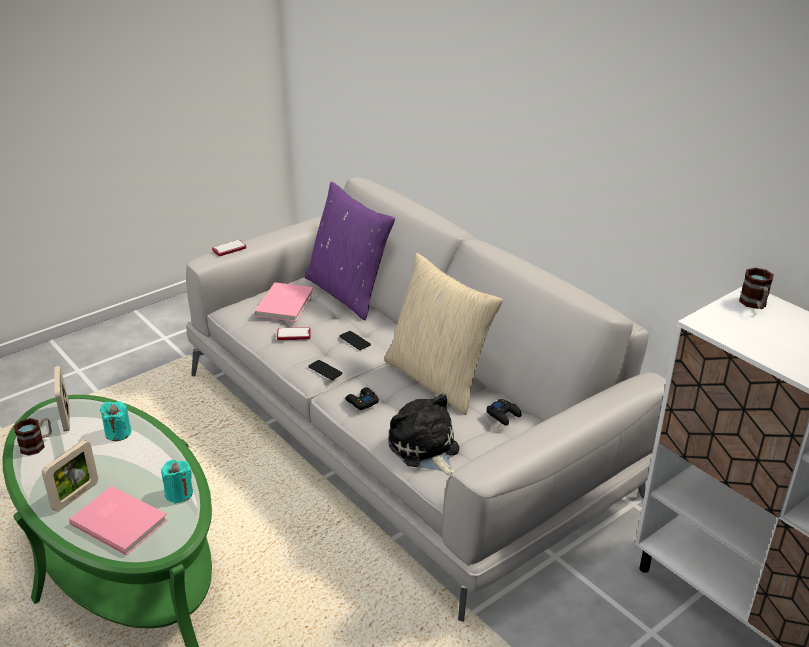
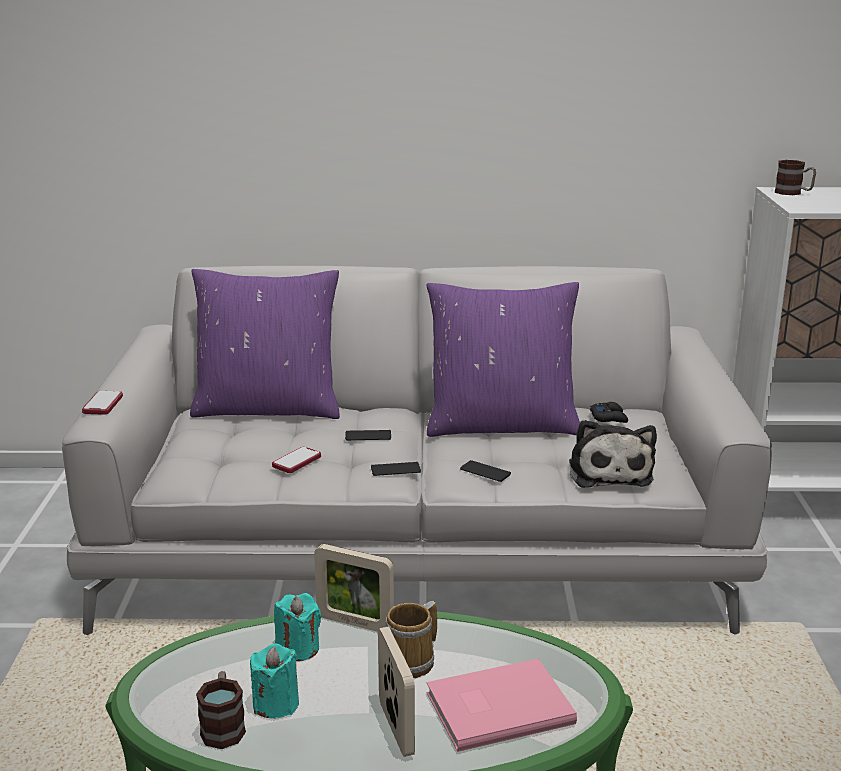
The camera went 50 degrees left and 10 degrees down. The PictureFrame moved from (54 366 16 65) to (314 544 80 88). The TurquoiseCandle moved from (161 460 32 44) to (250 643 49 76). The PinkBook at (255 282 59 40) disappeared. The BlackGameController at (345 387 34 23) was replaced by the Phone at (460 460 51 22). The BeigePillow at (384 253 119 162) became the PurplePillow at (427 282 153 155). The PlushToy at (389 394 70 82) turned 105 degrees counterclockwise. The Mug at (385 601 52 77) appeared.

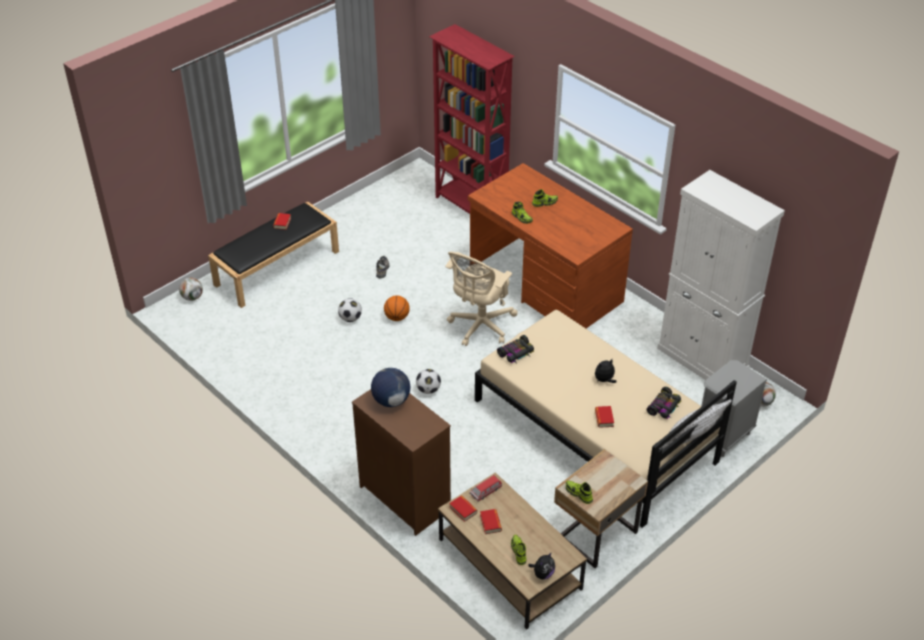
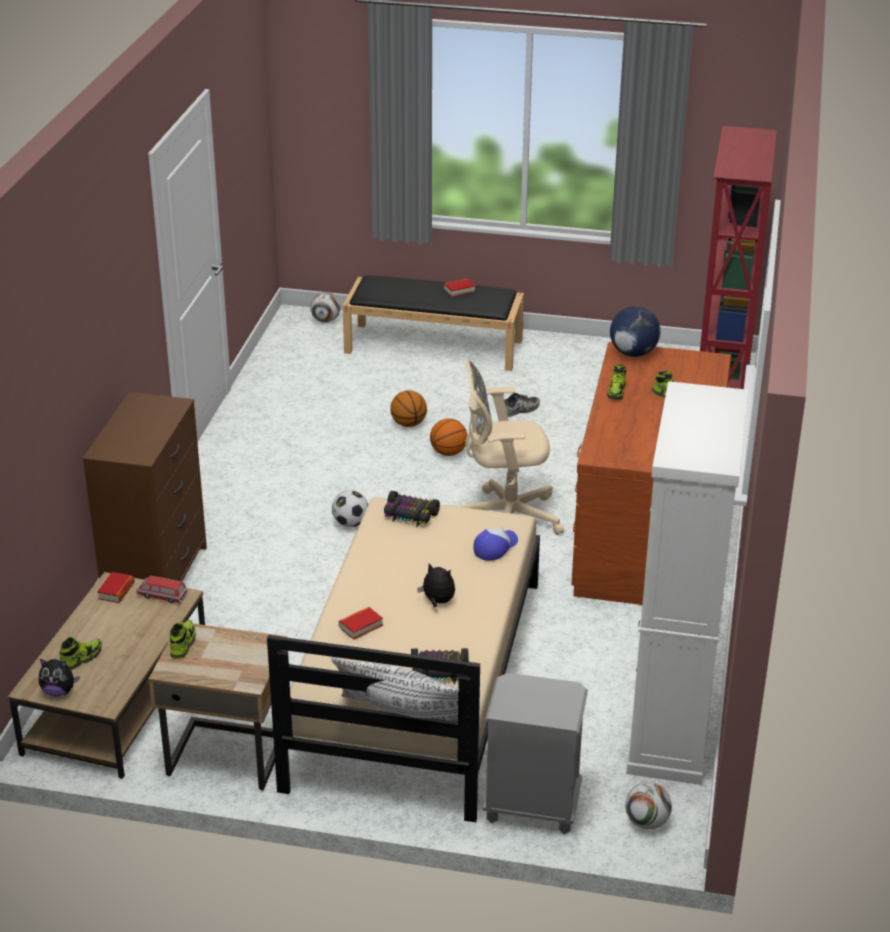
The camera went 55 degrees right and 10 degrees down. The Football at (338 298 24 24) was replaced by the Basketball at (390 390 37 37). The Globe moved from (371 368 39 39) to (610 306 50 51). The Book at (480 509 22 25) disappeared. The Cap at (473 527 45 34) appeared.

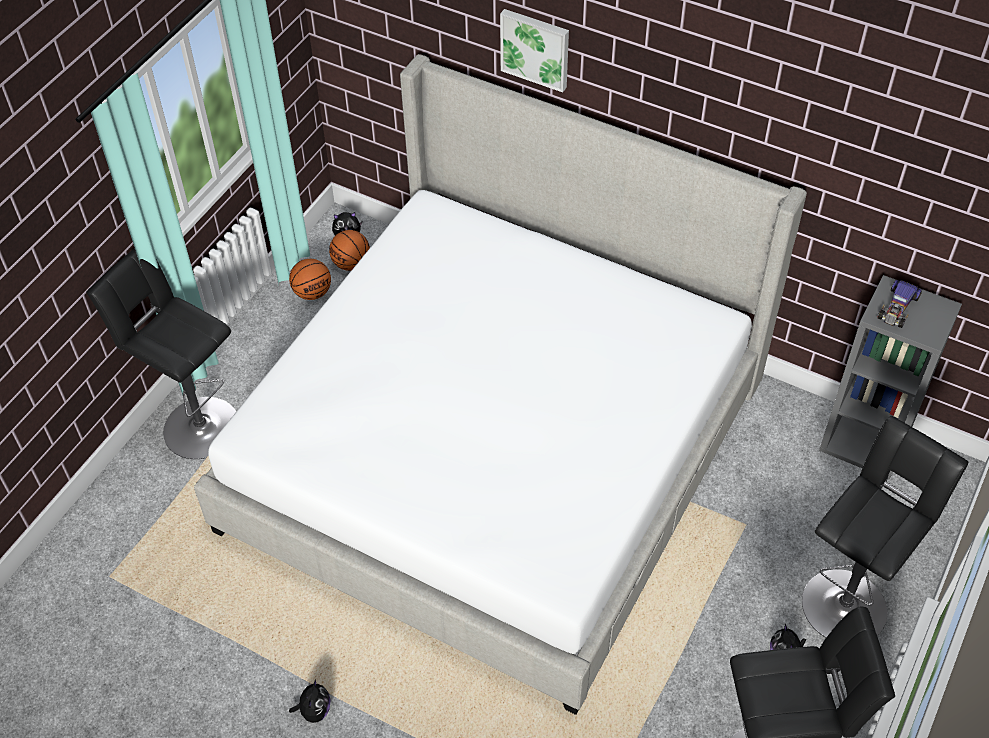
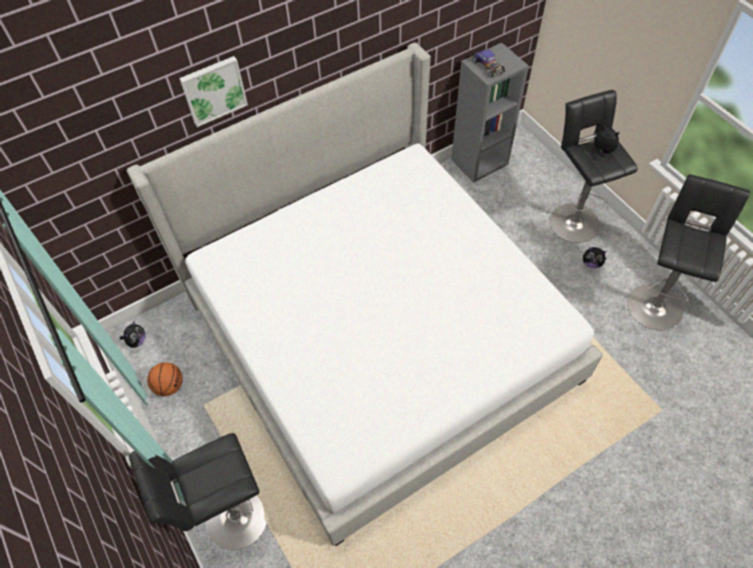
The camera went 60 degrees left and 5 degrees up. The PlushToy moved from (289 679 42 44) to (590 124 30 33). The Basketball at (329 230 41 41) disappeared.

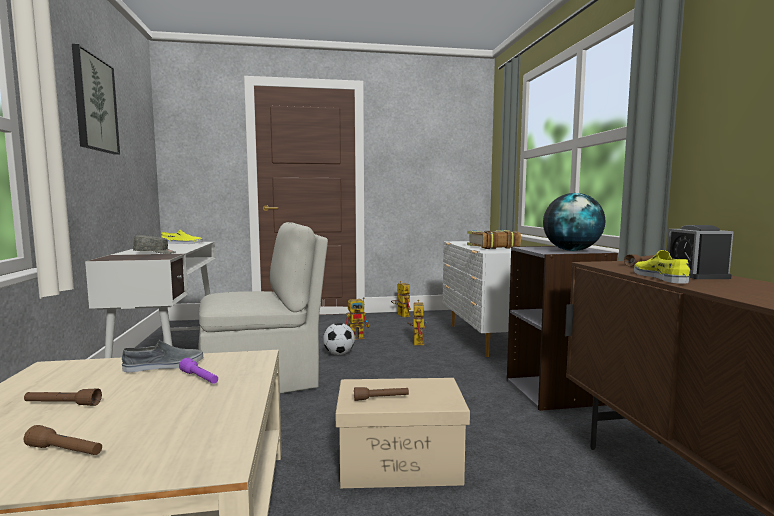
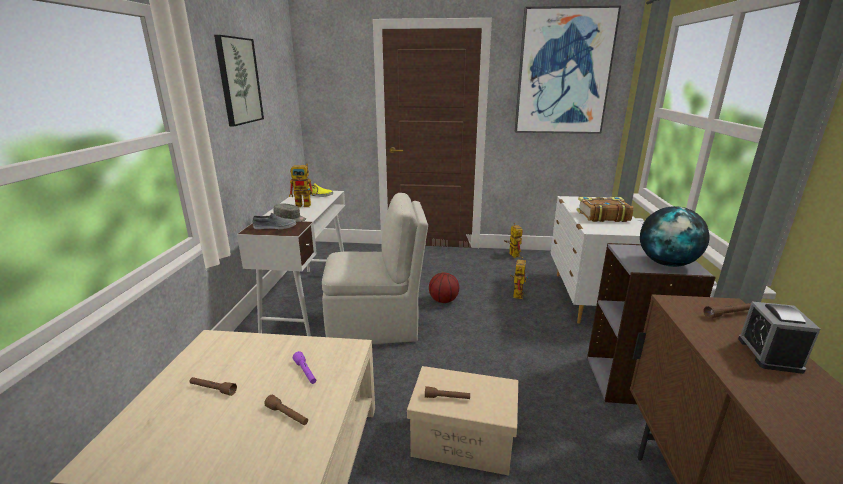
The camera went 15 degrees right and 15 degrees up. The BrownFlashlight moved from (24 425 78 30) to (264 395 44 30). The GreyShoe moved from (122 340 81 32) to (253 212 43 17). The Football at (323 323 32 32) was replaced by the Basketball at (429 272 30 31). The ToyRobot moved from (346 297 24 43) to (289 164 29 43). The YellowShoe at (634 250 56 34) disappeared. The Picture at (515 6 106 128) appeared.

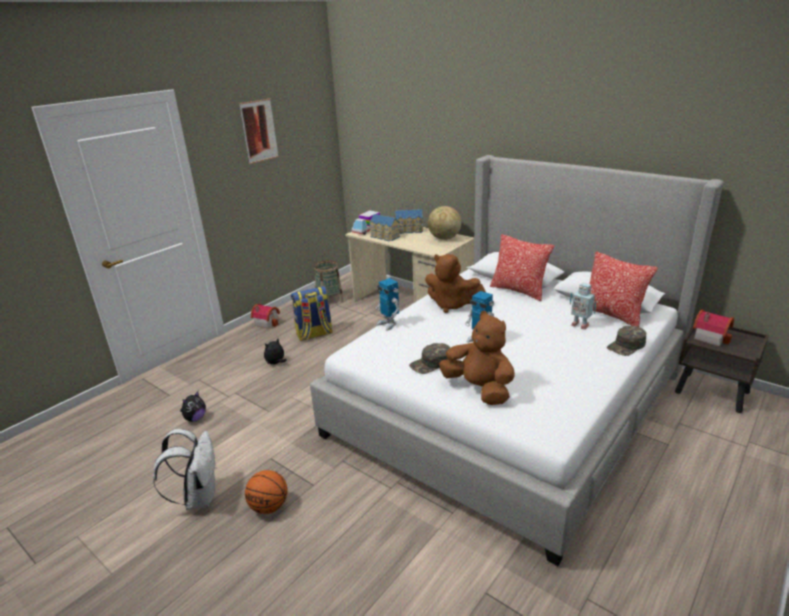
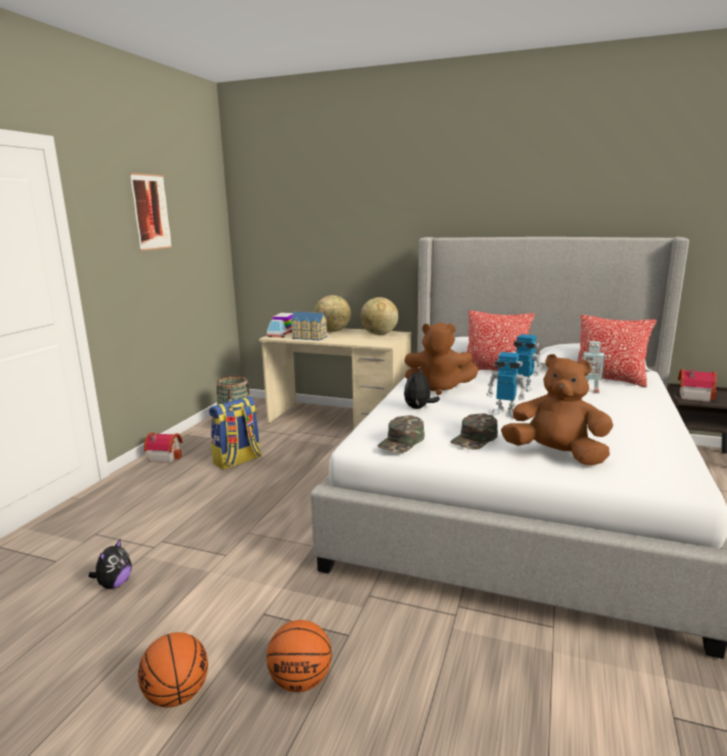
The camera went 20 degrees left and 10 degrees down. The WhiteBackpack at (153 429 64 81) was replaced by the Basketball at (138 632 70 75). The PlushToy moved from (264 339 23 25) to (404 368 36 41). The ToyRobot moved from (376 278 24 53) to (512 334 30 58). The ToyHouse at (395 209 28 25) was replaced by the Globe at (314 295 37 37). The GreenCap moved from (607 326 39 30) to (378 415 47 38).

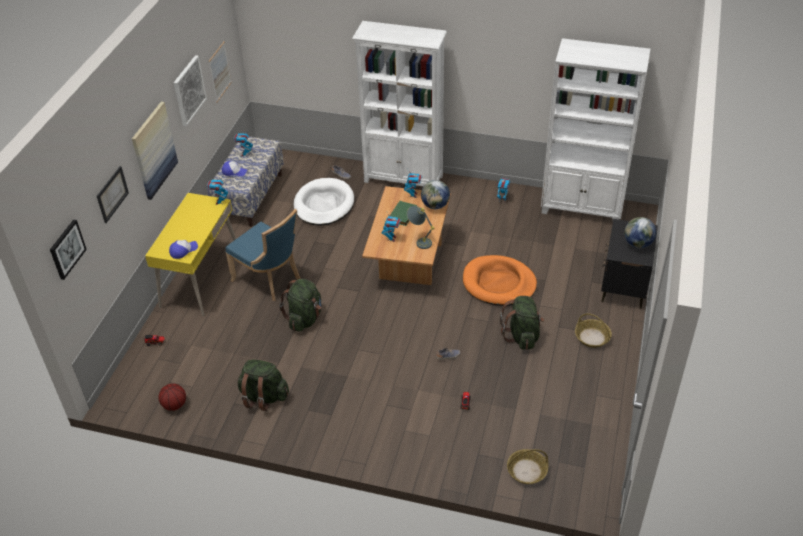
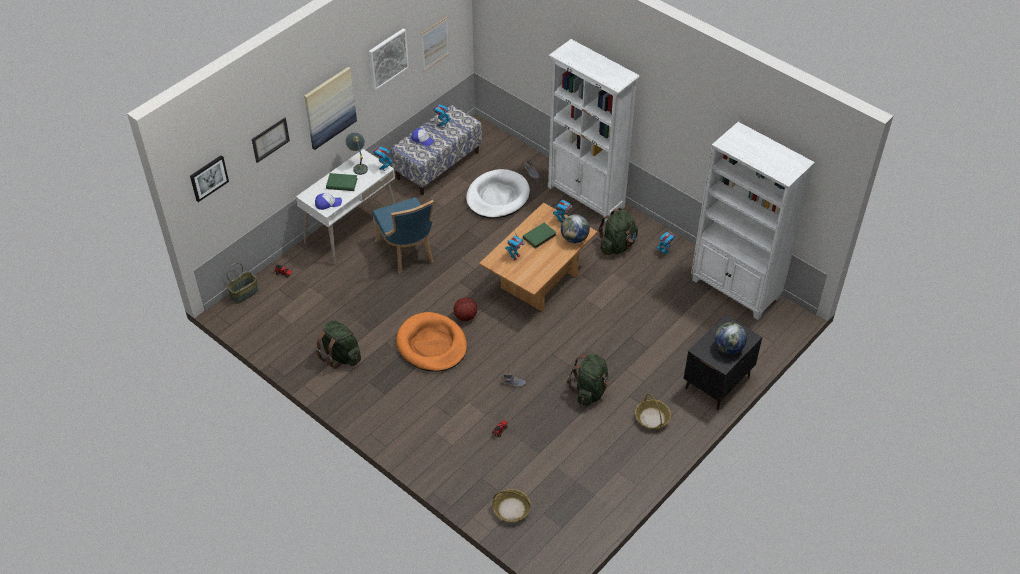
The camera went 25 degrees right and 5 degrees up. The YellowDesk at (145 193 91 123) became the WhiteDesk at (296 149 99 116). The Basketball moved from (159 383 27 28) to (454 298 23 23). The GreenBackpack moved from (279 279 43 53) to (598 209 40 46). The GreyTableLamp moved from (407 206 27 43) to (345 132 23 43). The OrangeDogBed moved from (463 255 74 51) to (396 312 71 60). The Basket at (226 263 33 41) appeared. The GreenBook at (326 173 32 18) appeared.

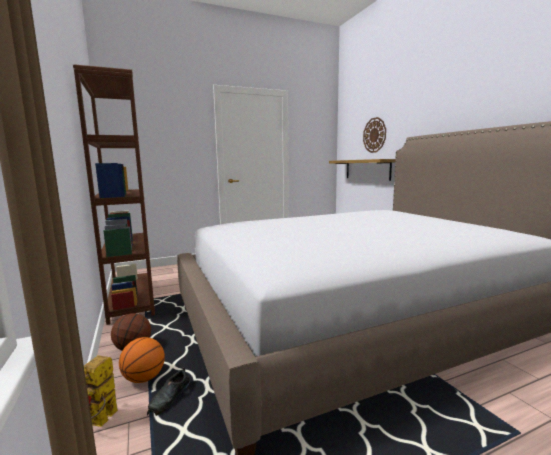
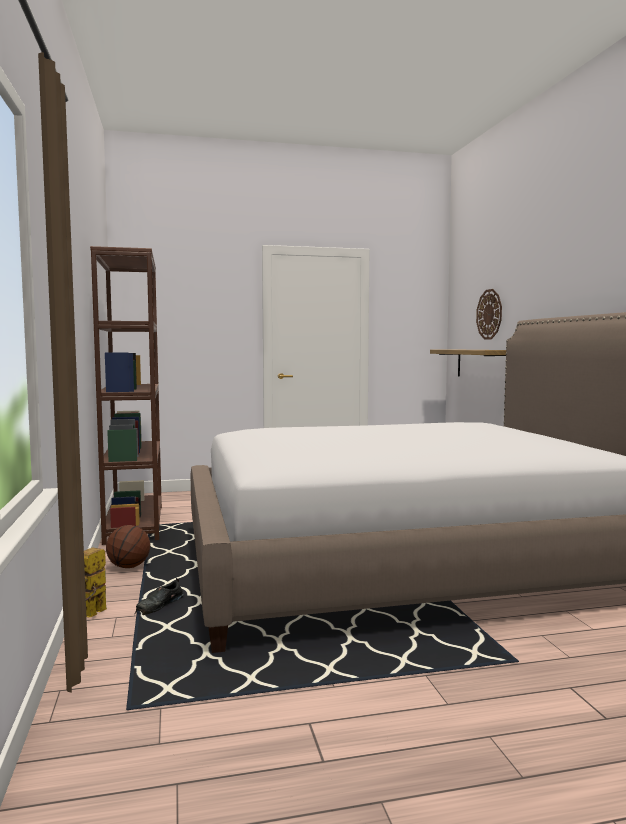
The camera went 10 degrees right and 5 degrees down. The Basketball at (119 337 46 46) disappeared.

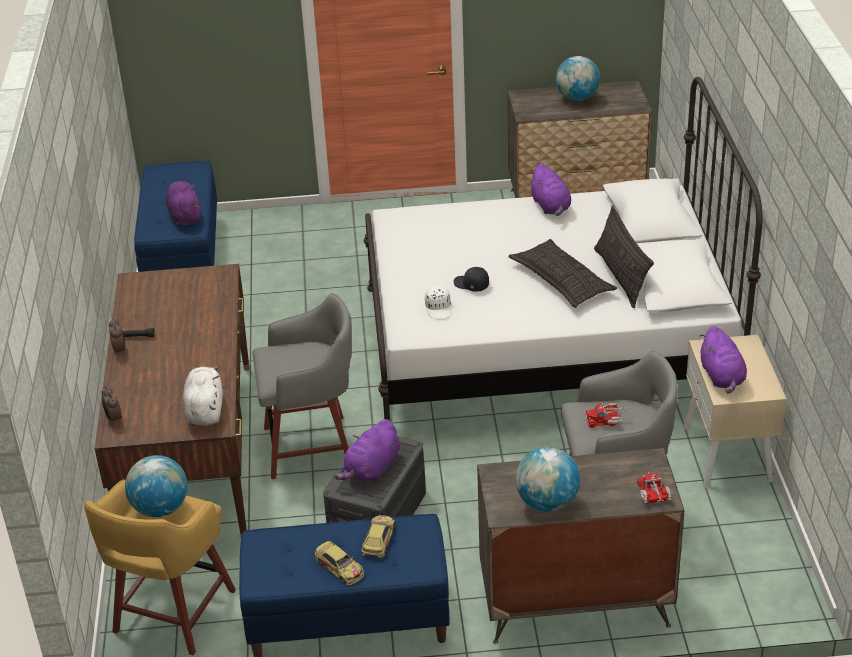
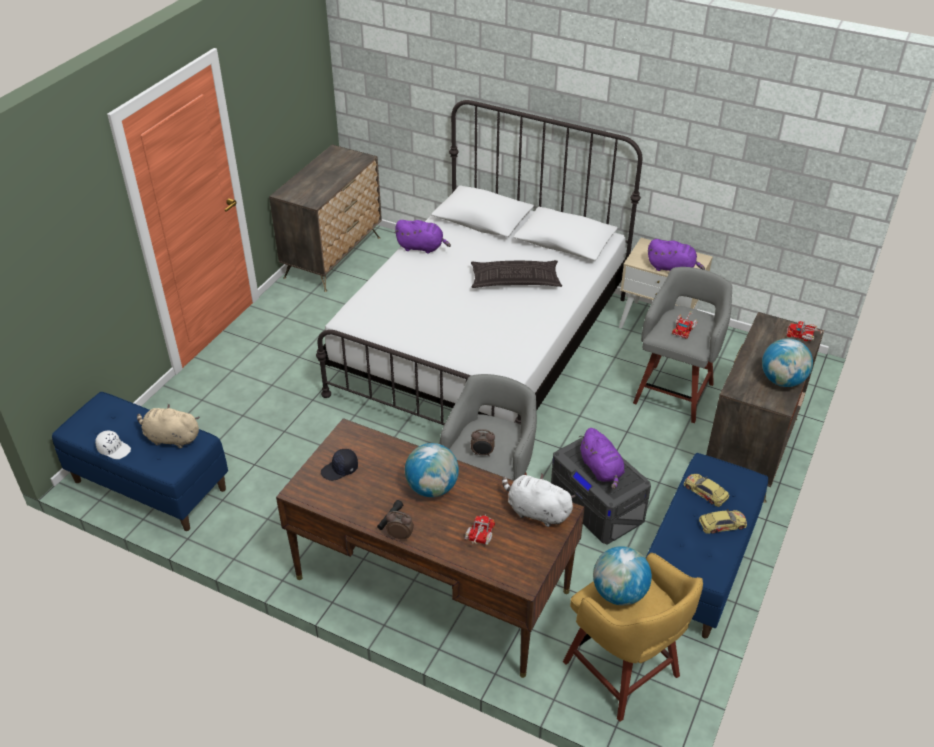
The camera went 60 degrees left and 5 degrees up. The AlarmClock moved from (102 386 20 39) to (471 429 24 27). The PurplePlushToy at (166 181 35 44) became the BeigePlushToy at (137 404 63 44). The WhiteCap moved from (425 285 27 34) to (95 431 36 28). The BlackCap moved from (454 267 35 25) to (321 449 37 32). The Globe moved from (556 56 44 45) to (405 443 54 54). The Pillow at (594 205 60 103) disappeared. The ToyTruck at (464 515 31 30) appeared.

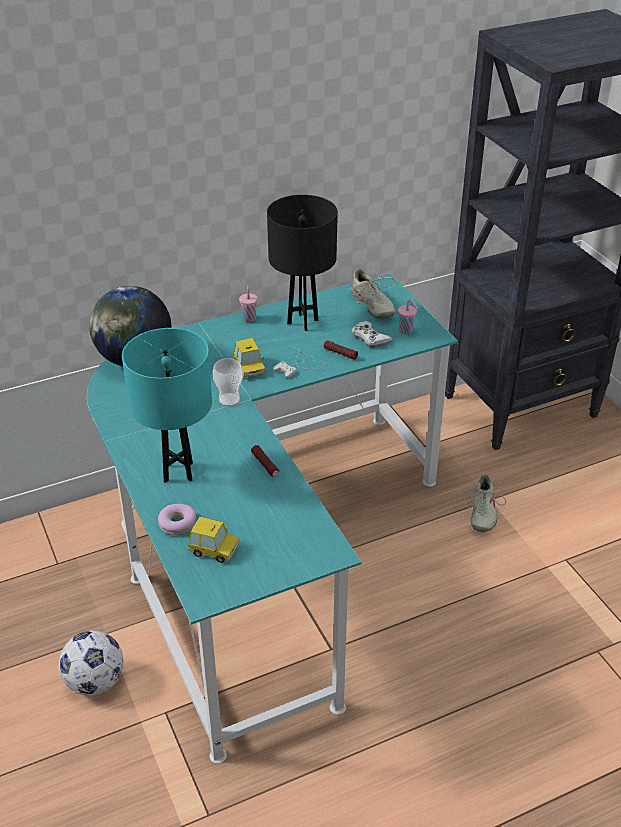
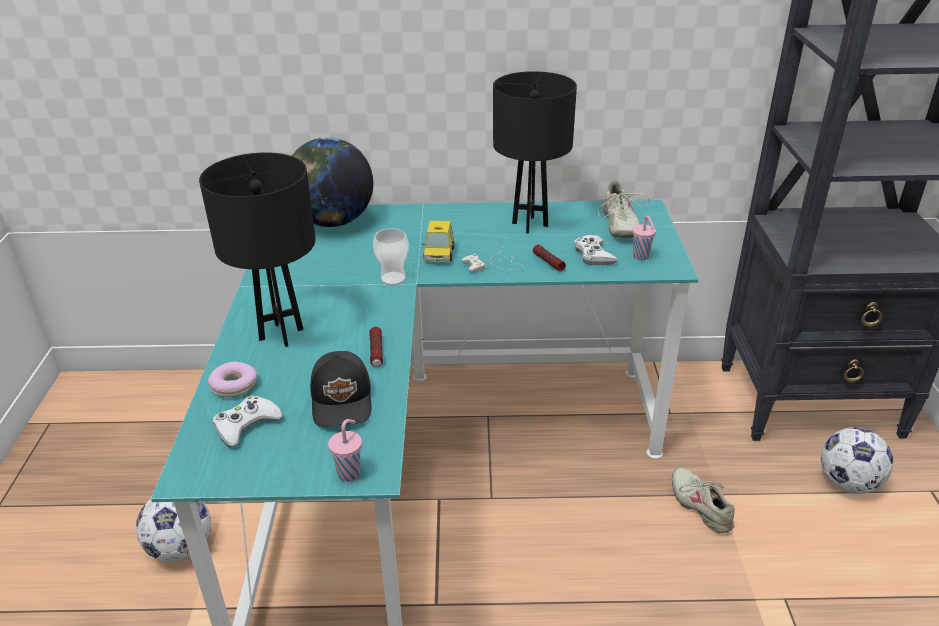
The camera went 25 degrees right and 5 degrees down. The TurquoiseTableLamp at (122 328 90 155) became the BlackTableLamp at (199 152 116 195). The ToyCar at (188 517 51 46) was replaced by the WhiteGameController at (213 396 70 51). The PinkCup moved from (239 285 19 37) to (328 419 34 63). The BeigeShoe at (463 474 43 58) turned 120 degrees clockwise. The BlackCap at (310 351 61 76) appeared. The Football at (821 427 72 67) appeared.

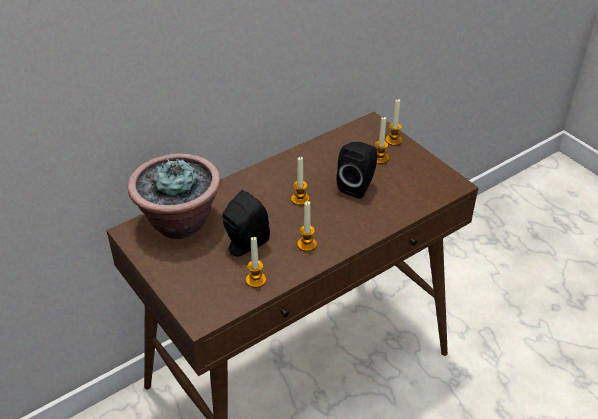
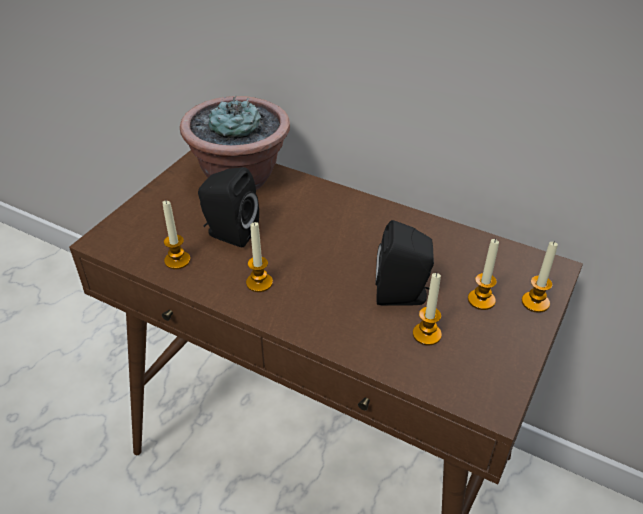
The camera went 65 degrees right and 0 degrees up. The Candle moved from (291 157 18 48) to (413 273 29 73).

